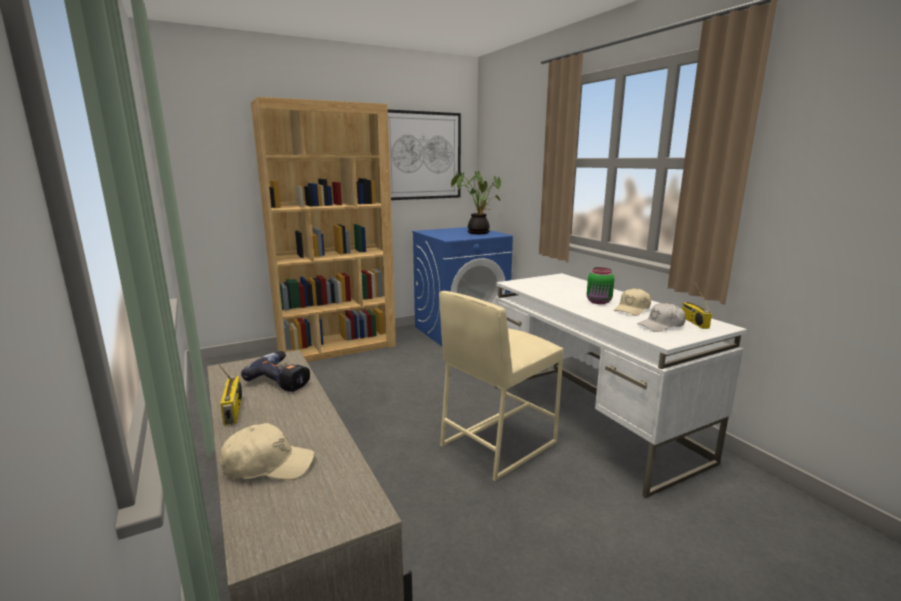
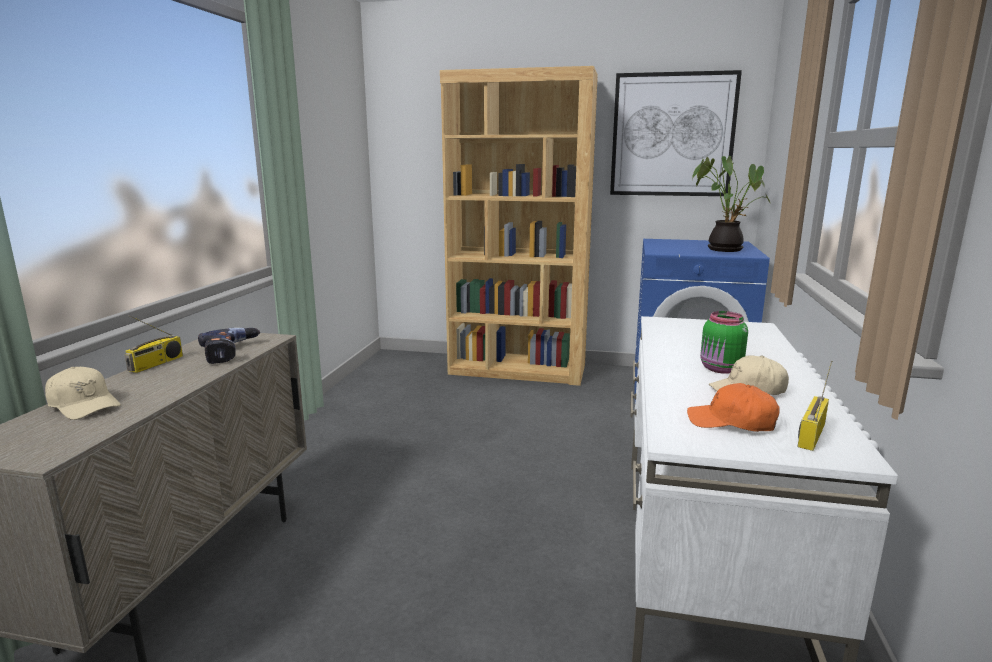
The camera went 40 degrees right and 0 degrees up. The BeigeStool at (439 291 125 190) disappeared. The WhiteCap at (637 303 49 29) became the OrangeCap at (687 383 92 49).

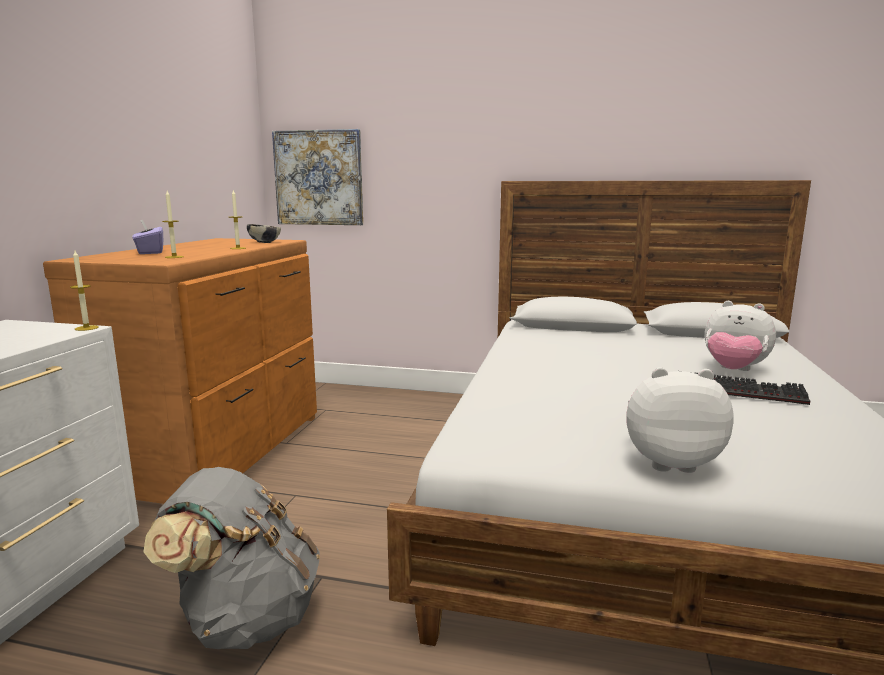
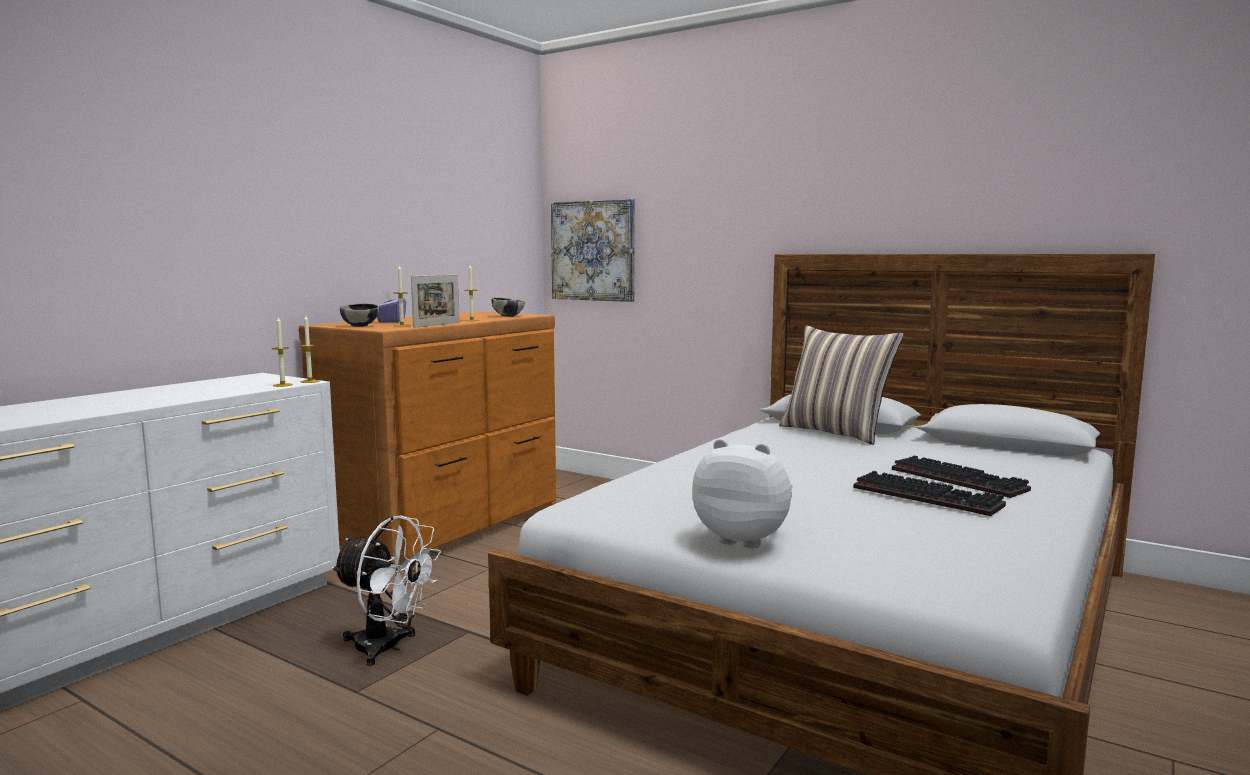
The camera went 20 degrees right and 5 degrees down. The GreyBackpack at (143 467 177 182) was replaced by the WhiteFan at (331 515 110 151). The PlushToy at (705 301 71 70) was replaced by the Keyboard at (892 455 139 43). The Candle at (272 317 21 70) appeared. The Bowl at (340 303 39 24) appeared. The PictureFrame at (411 275 48 53) appeared. The Pillow at (779 326 125 119) appeared.

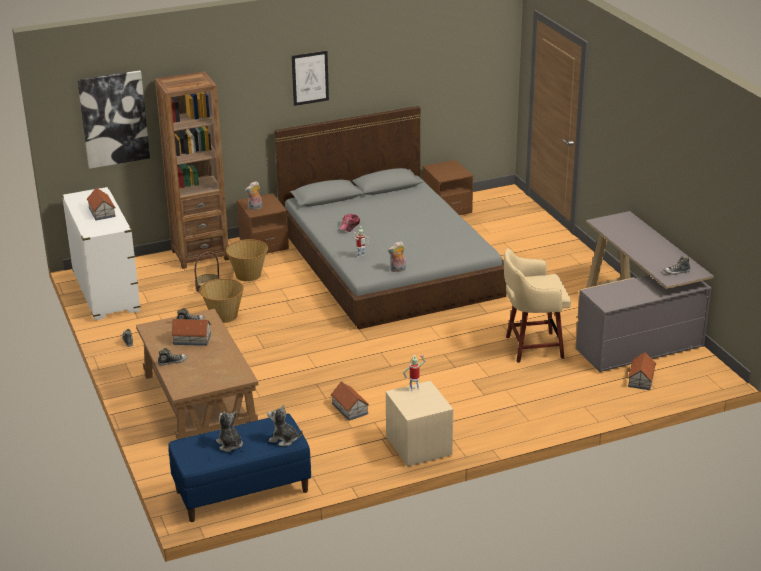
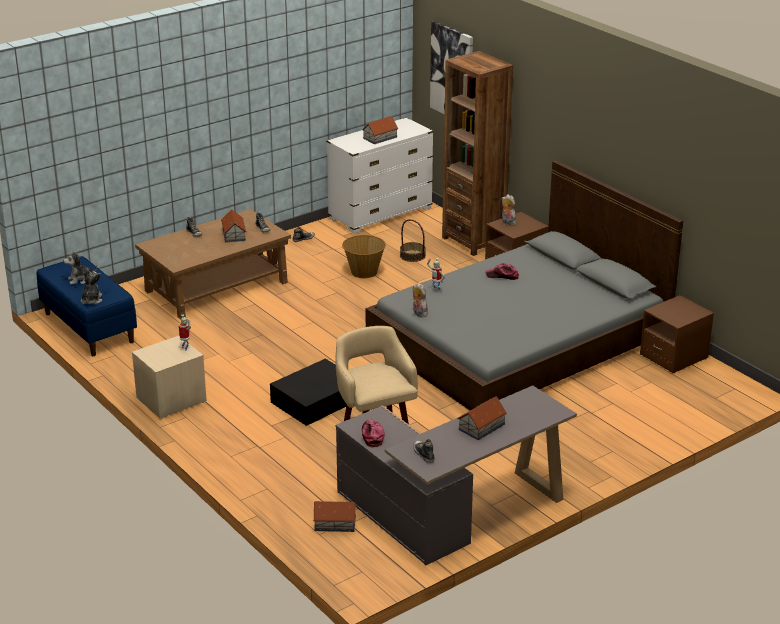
The camera went 75 degrees right and 0 degrees up. The PlushToy at (216 411 27 41) turned 150 degrees counterclockwise. The Basket at (226 239 42 43) disappeared. The Picture at (292 51 37 55) disappeared. The ToyHouse moved from (331 382 38 39) to (458 396 49 44). The BlackStorageBox at (270 359 77 67) appeared. The Cap at (362 420 23 28) appeared.

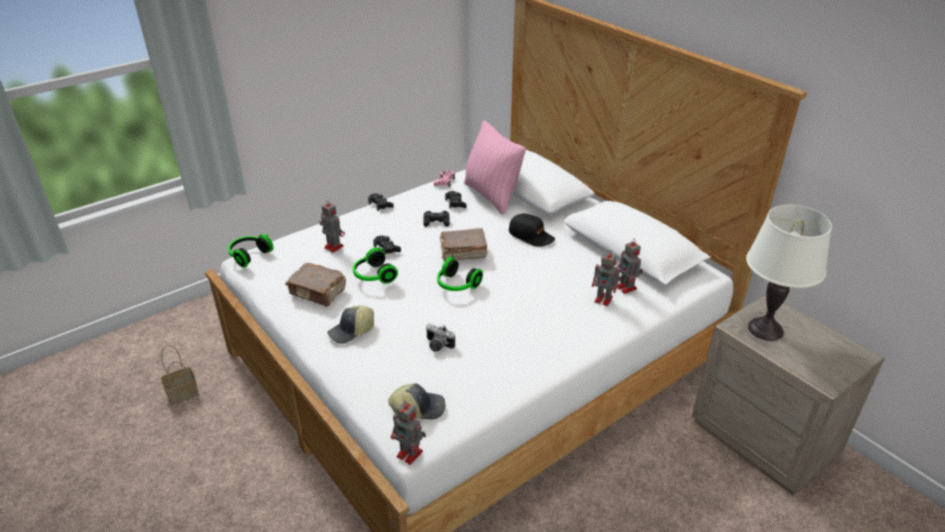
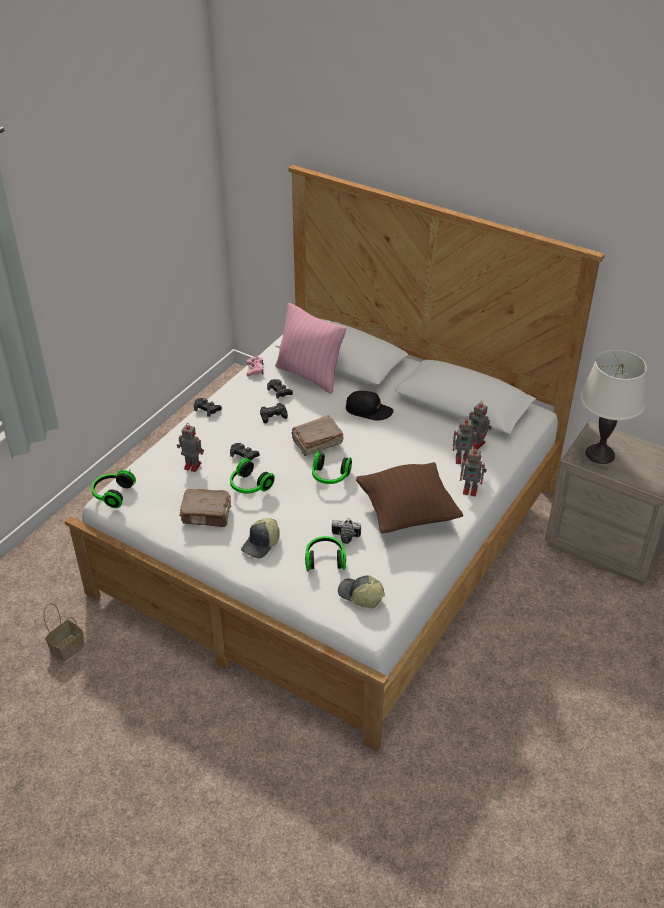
The camera went 20 degrees left and 5 degrees up. The Cap at (388 383 57 36) turned 120 degrees counterclockwise. The ToyRobot moved from (391 400 35 65) to (460 447 27 49). The Headphones at (305 536 41 35) appeared. The BrownPillow at (356 462 107 71) appeared.

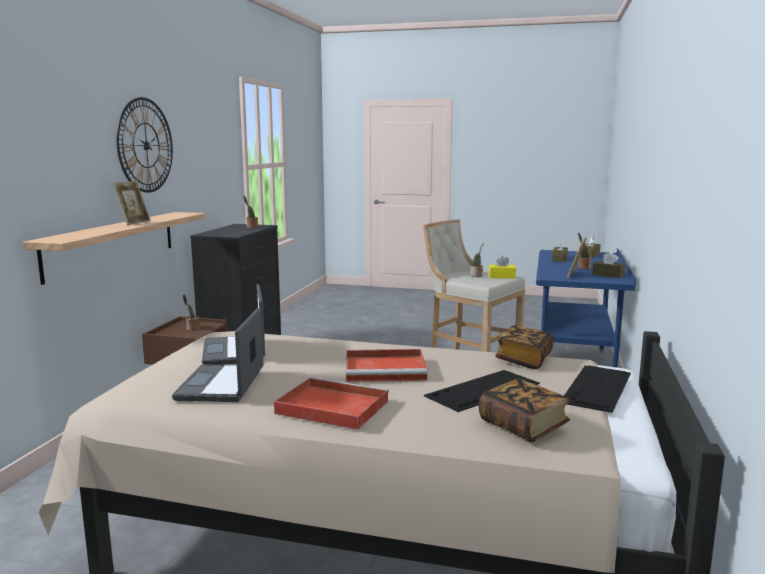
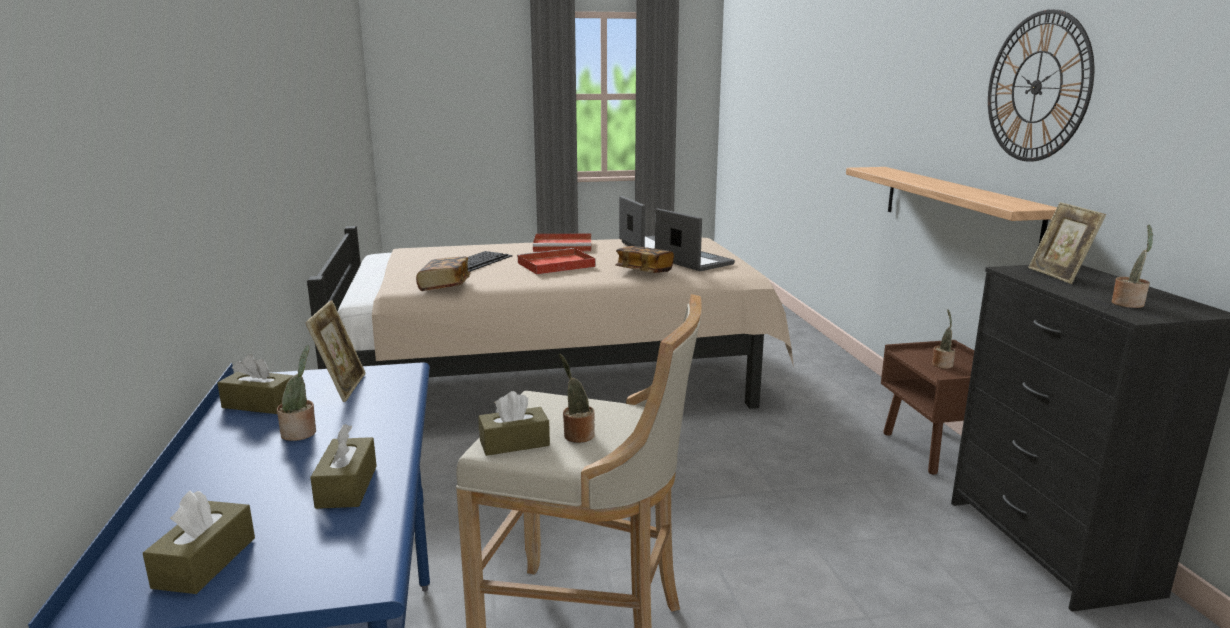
The camera went 155 degrees right and 5 degrees up. The PictureFrame moved from (112 181 39 44) to (1028 202 78 82). The Book moved from (479 378 91 64) to (615 246 59 27). The YellowTissueBox at (489 256 27 23) became the BrownTissueBox at (478 391 72 65). The Keyboard at (564 366 67 47) disappeared.

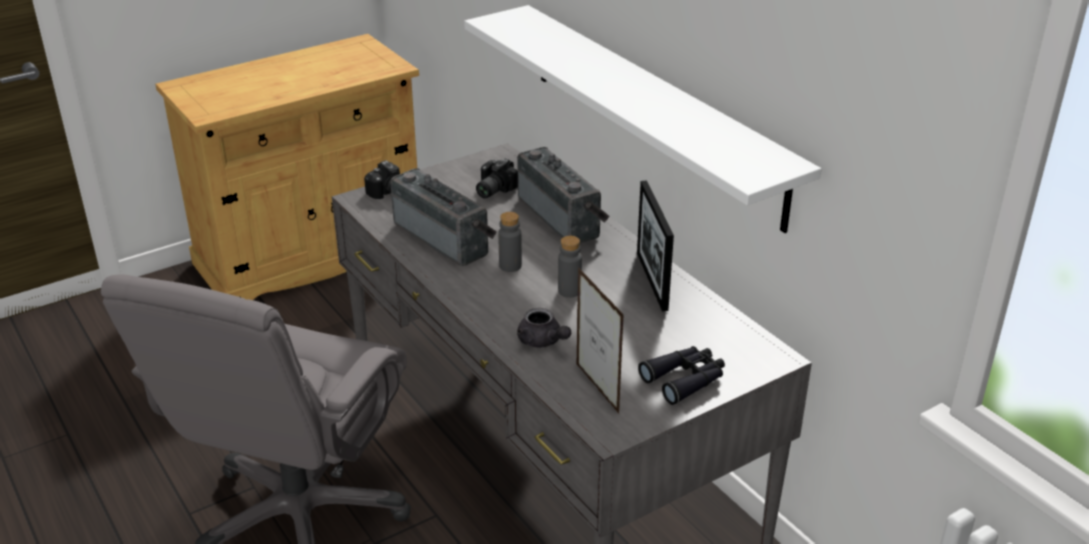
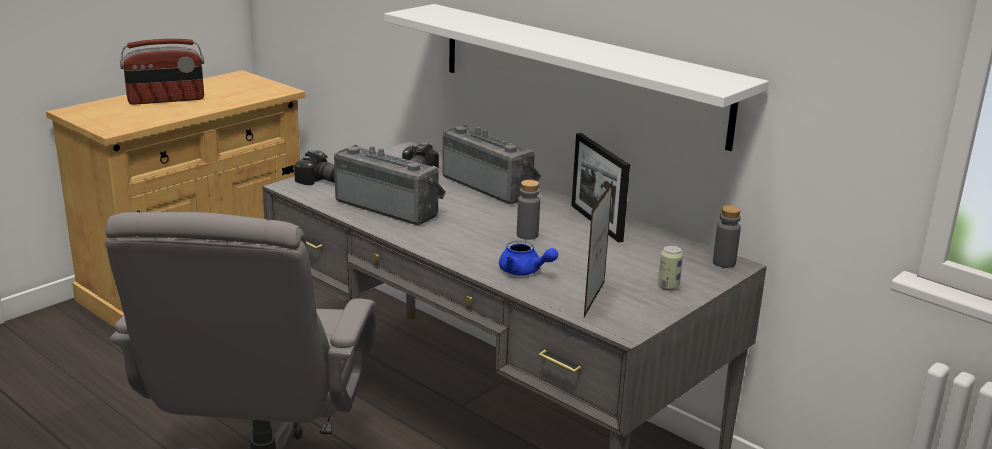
The camera went 15 degrees left and 10 degrees down. The GreyBottle moved from (498 212 24 60) to (713 205 28 63). The GreyTeapot at (517 308 54 40) became the BlueTeapot at (499 240 59 35). The PictureFrame at (577 267 47 147) turned 120 degrees counterclockwise. The BlackBinoculars at (638 346 87 59) was replaced by the Can at (658 245 25 45). The Radio at (120 39 84 66) appeared.

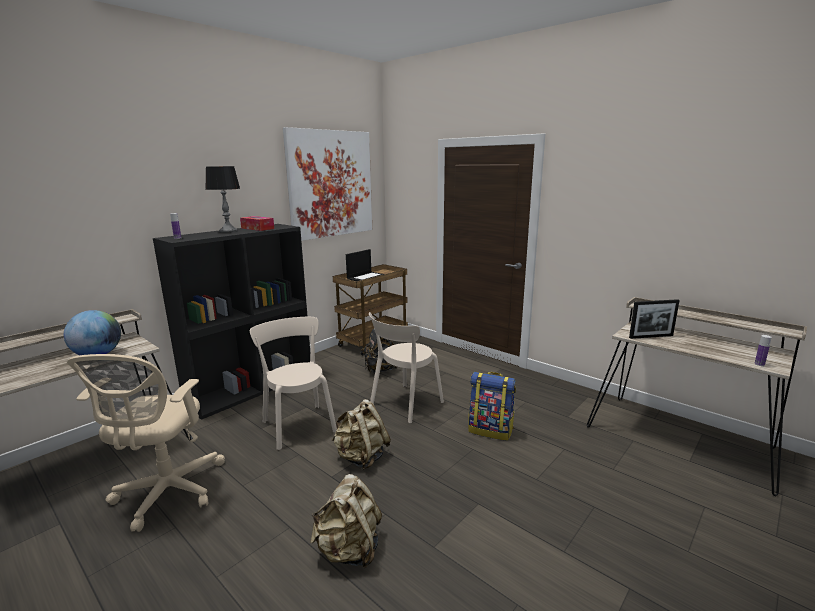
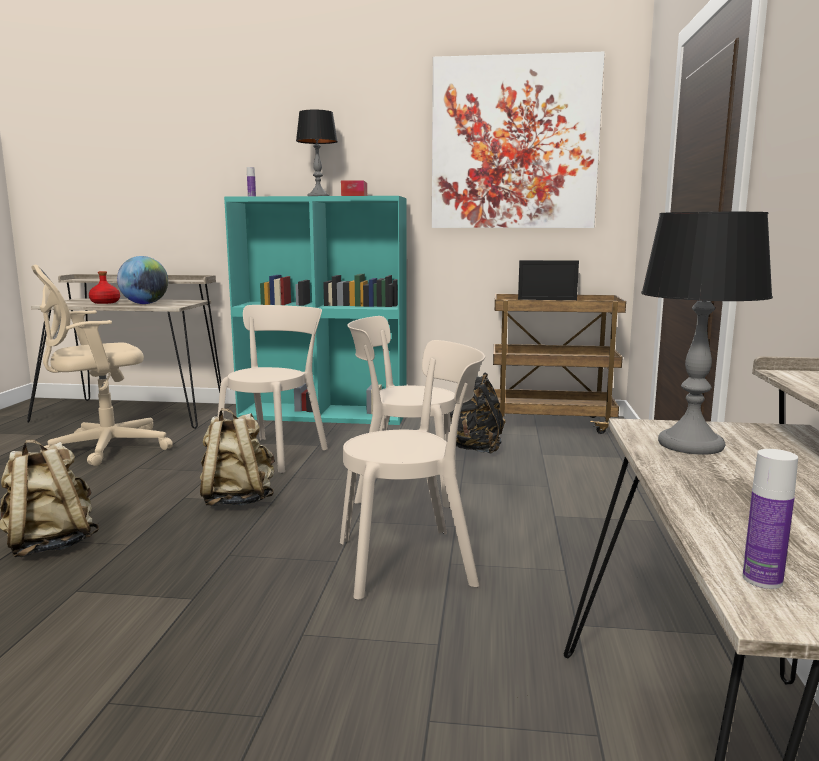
The camera went 55 degrees right and 5 degrees down. The BlackBookcase at (153 224 157 196) became the TurquoiseBookcase at (224 196 183 229). The Backpack at (468 372 48 69) was replaced by the BeigeChair at (340 340 145 260). The PictureFrame at (629 299 51 40) was replaced by the TableLamp at (641 212 132 243). The RedBottle at (89 271 31 33) appeared.

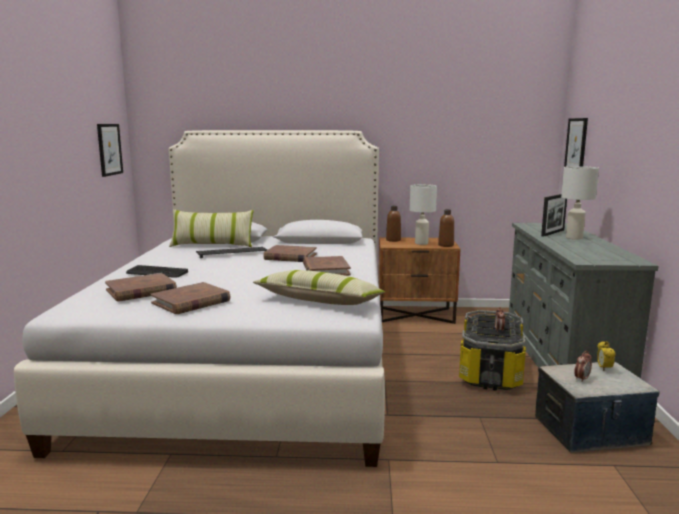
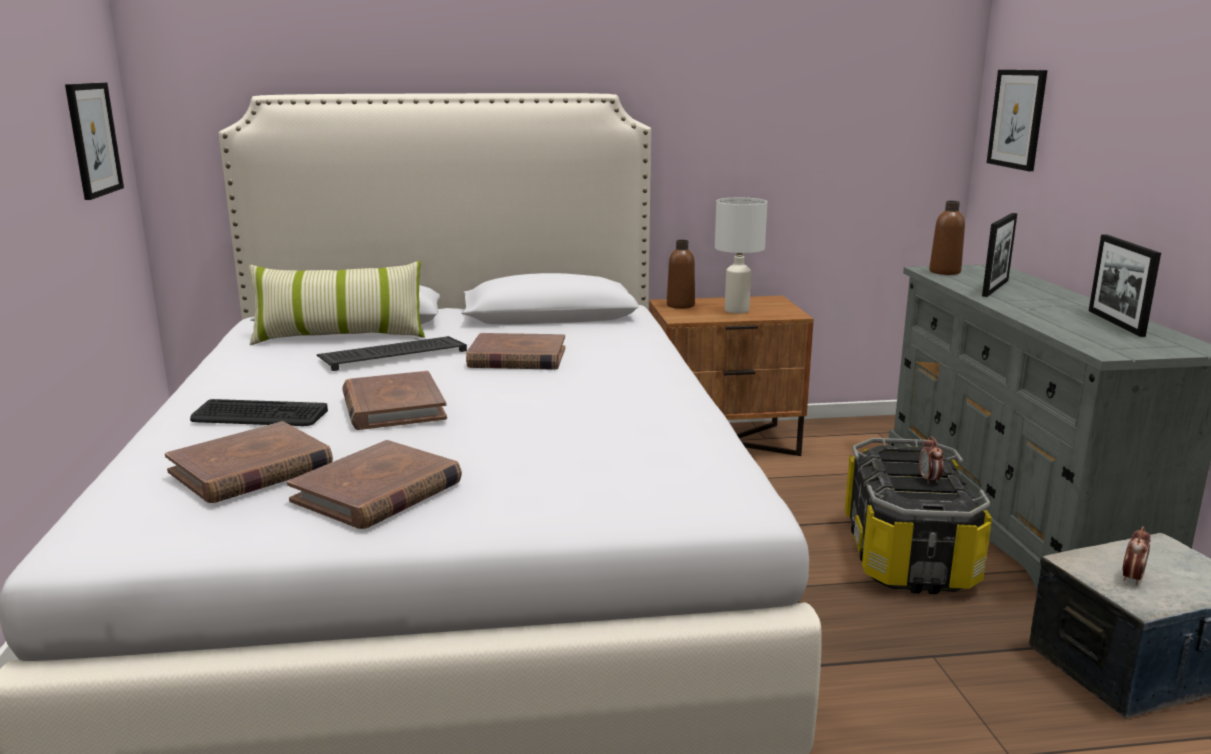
The camera went 10 degrees left and 5 degrees up. The Pillow at (253 270 132 35) disappeared. The BrownBook moved from (303 256 48 20) to (342 371 105 59). The BrownBottle moved from (438 209 16 38) to (929 201 36 74). The WhiteTableLamp at (561 166 38 74) disappeared. The AlarmClock at (597 341 19 30) disappeared. The PictureFrame at (1089 234 72 103) appeared.

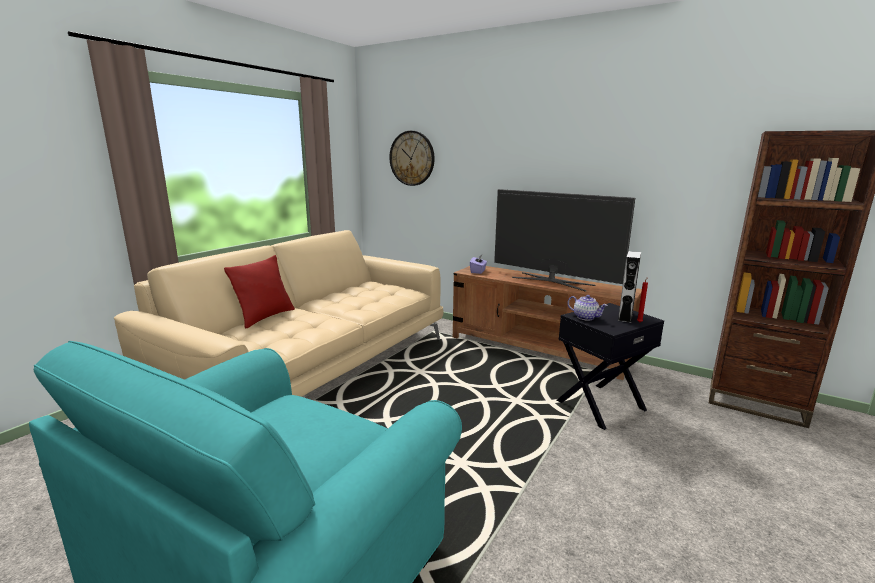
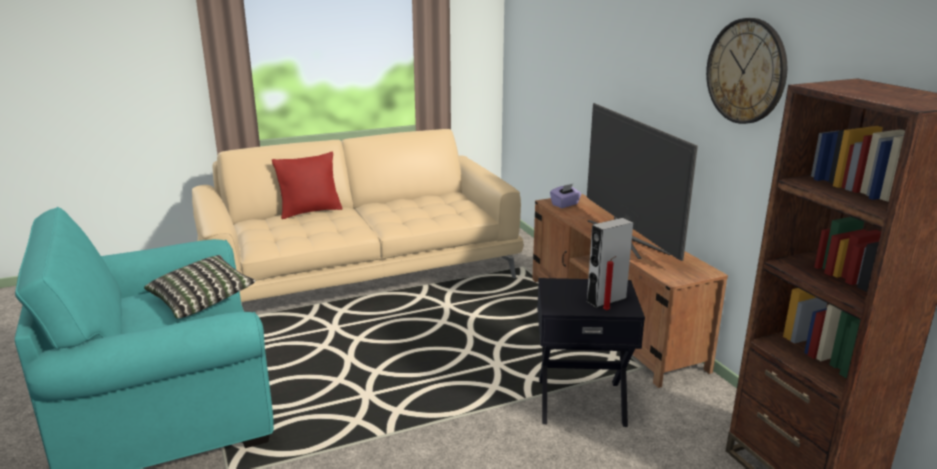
The camera went 35 degrees right and 5 degrees up. The WallClock moved from (389 131 46 55) to (706 18 81 106). The Teapot at (568 295 40 26) disappeared. The Pillow at (144 255 112 64) appeared.

